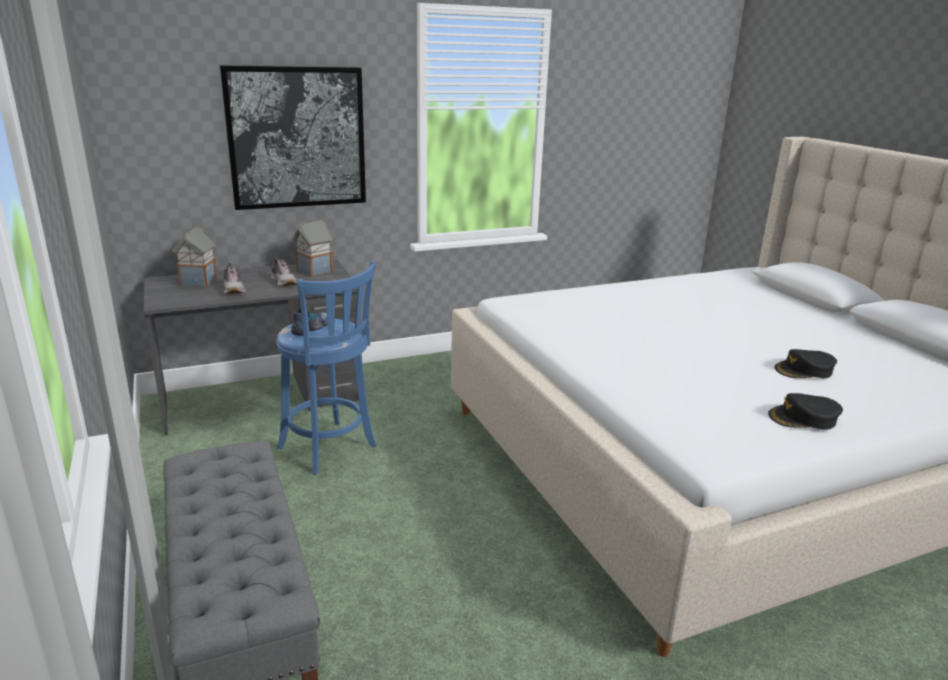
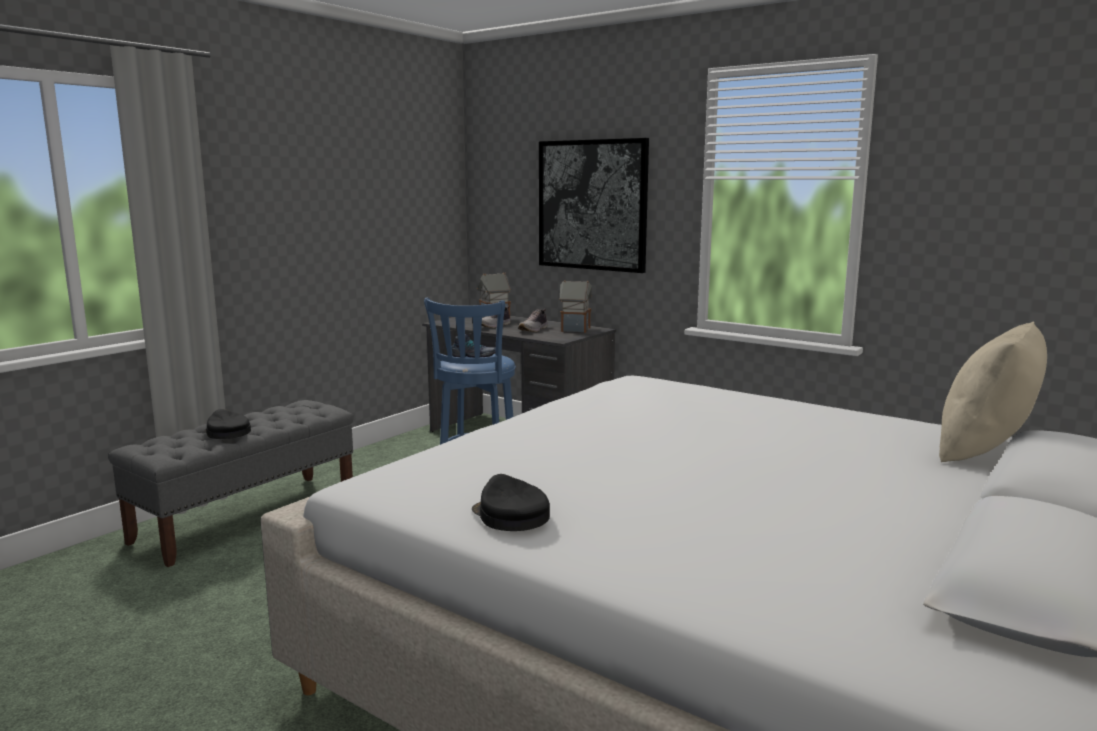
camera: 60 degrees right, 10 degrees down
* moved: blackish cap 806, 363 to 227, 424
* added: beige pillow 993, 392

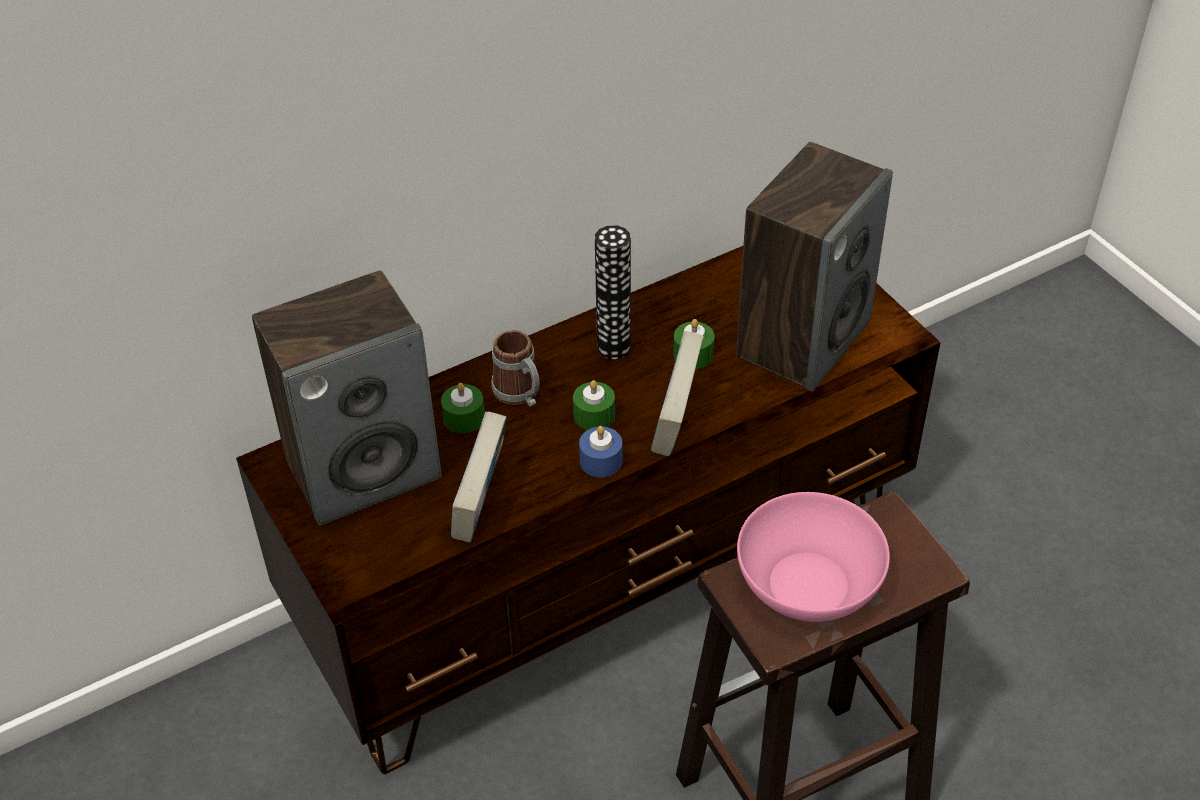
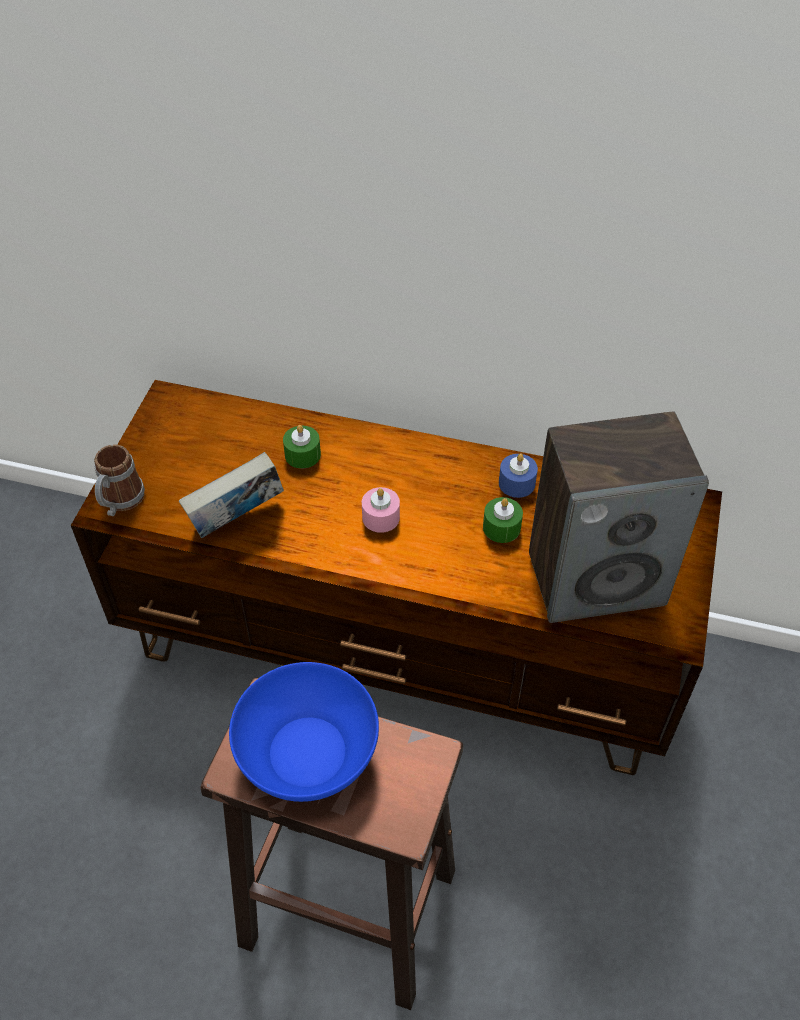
camera: 45 degrees right, 5 degrees up
* removed: audio speaker 347, 398
* moved: tea mug 515, 368 to 119, 480
* recoloured: green wax light 594, 405 to pinkish wax light 381, 510
* moved: bluish wax light 601, 452 to 518, 476
* removed: vase 613, 292
* removed: volume 677, 394
* recoloured: pinkish serving bowl 813, 557 to bluish serving bowl 304, 732

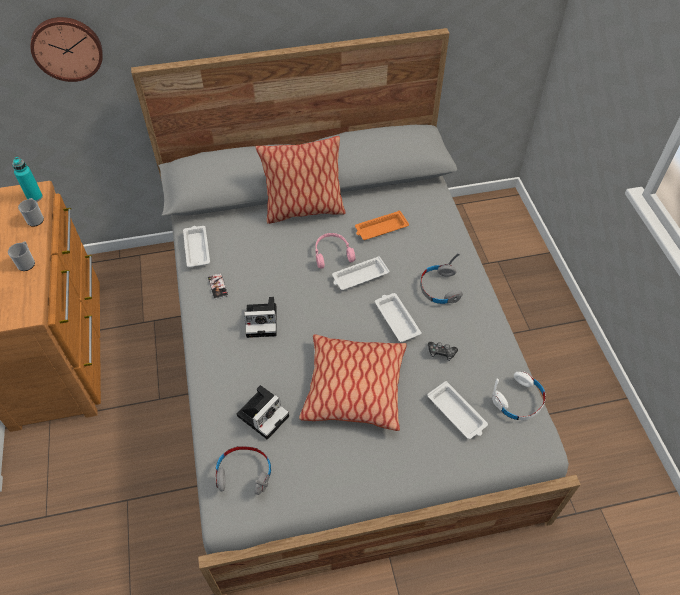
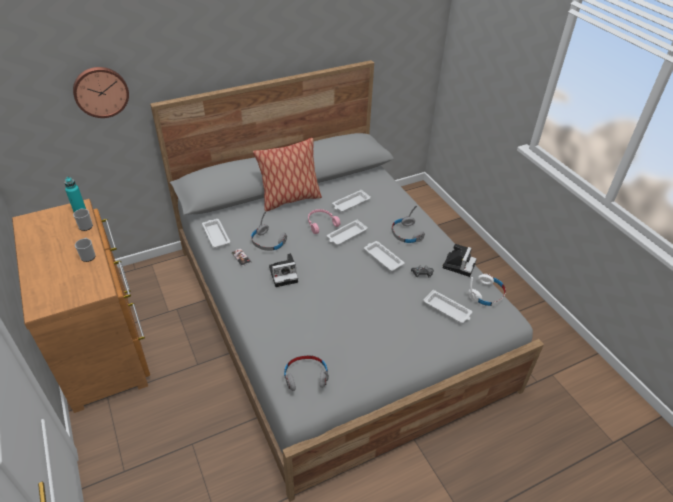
camera: 15 degrees left, 10 degrees down
* moved: still camera 263, 412 to 460, 260
* removed: pillow 353, 382
* recoloured: orangey serving tray 382, 225 to whitish serving tray 351, 201
* added: grey headset 269, 231

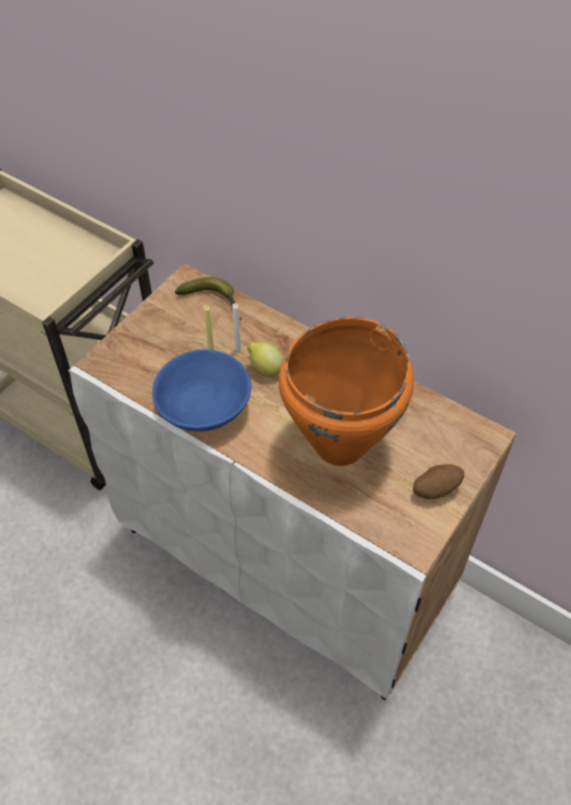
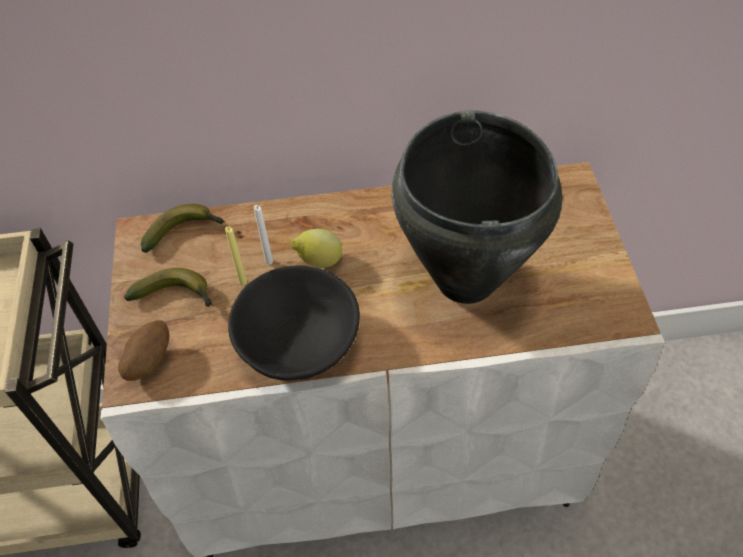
camera: 40 degrees left, 0 degrees up
* recoloured: bluish serving bowl 201, 390 to blackish serving bowl 294, 323
* recoloured: orangey saucepot 346, 391 to blackish saucepot 477, 207
* moved: potato 439, 481 to 143, 350
* added: whole banana 168, 287

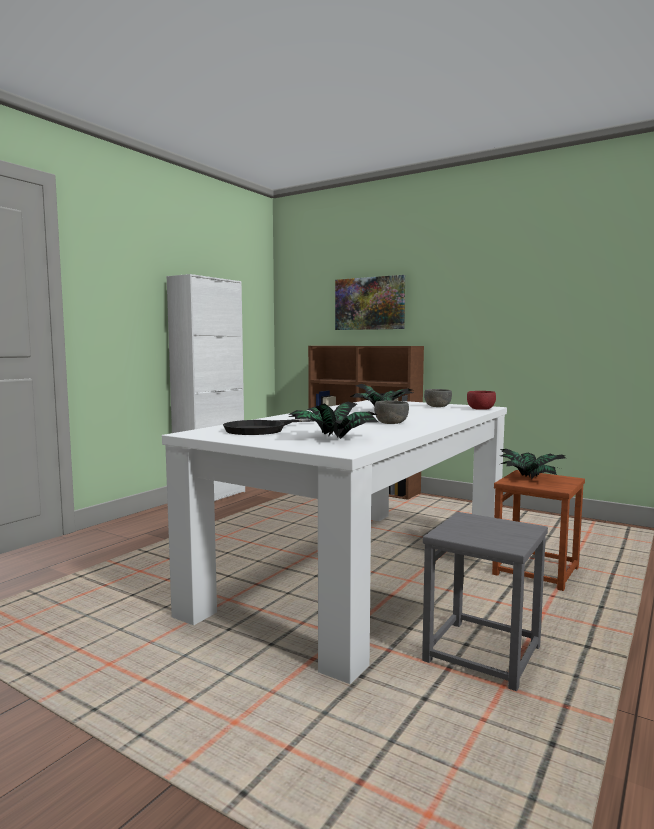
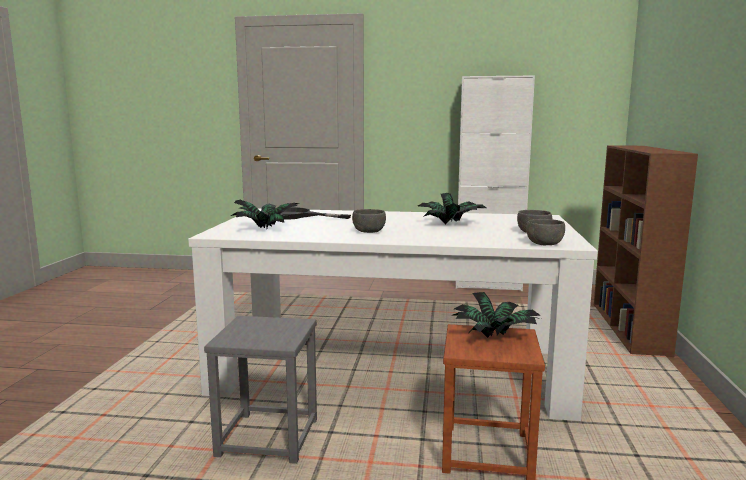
camera: 65 degrees right, 5 degrees up
* removed: wall picture 370, 302
* recoloured: red-coloured serving bowl 481, 400 to grey serving bowl 545, 232

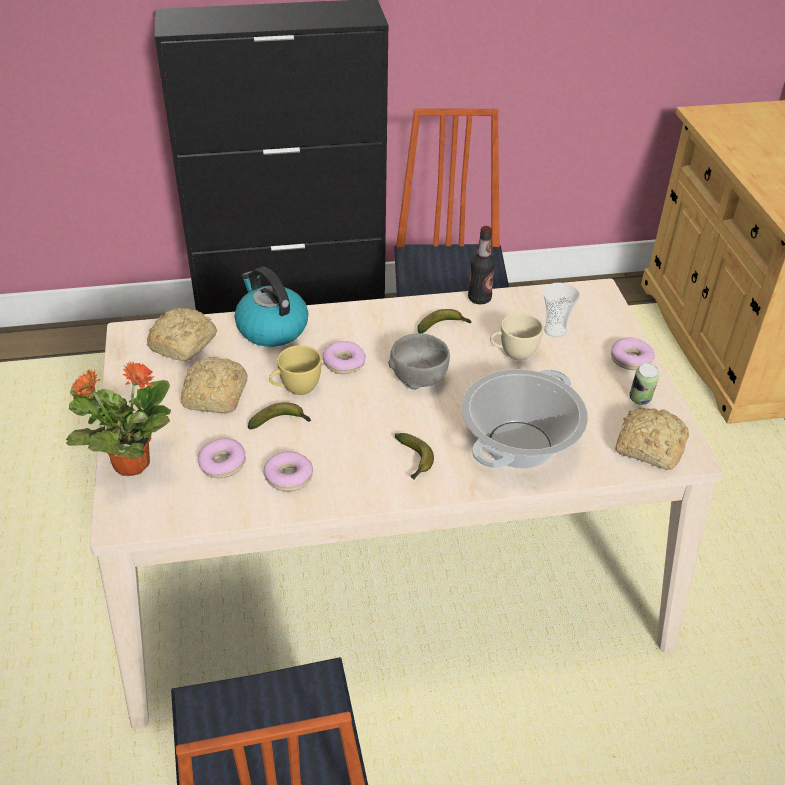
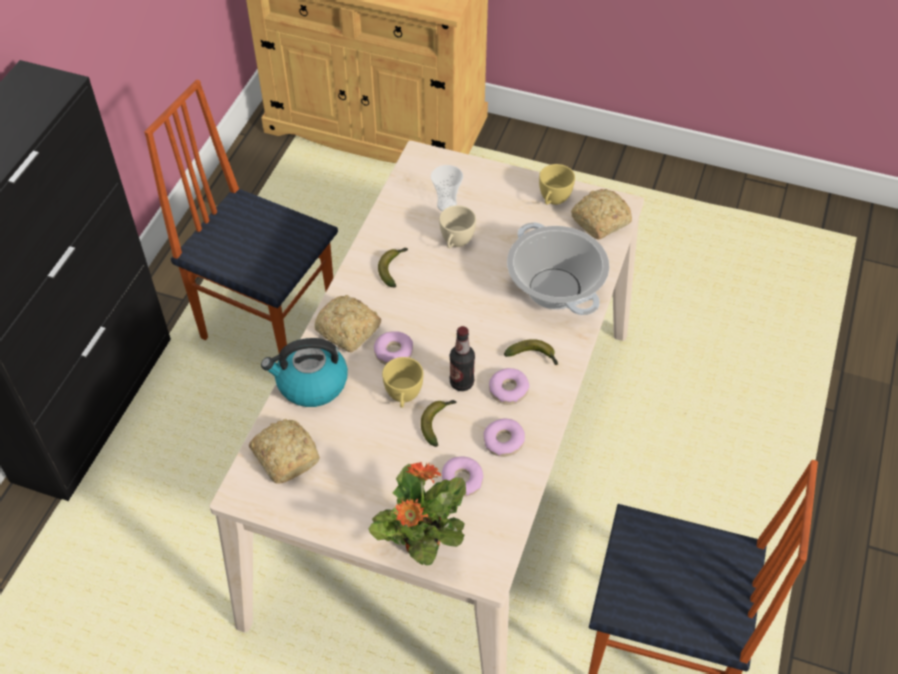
camera: 60 degrees left, 10 degrees up
* moved: bread 214, 385 to 347, 323
* removed: grey serving bowl 419, 361
* moved: bottle 481, 265 to 462, 358
* moved: doughnut 633, 354 to 509, 386
* replaced: metal can 644, 384 to yellow-coloured cup 557, 184

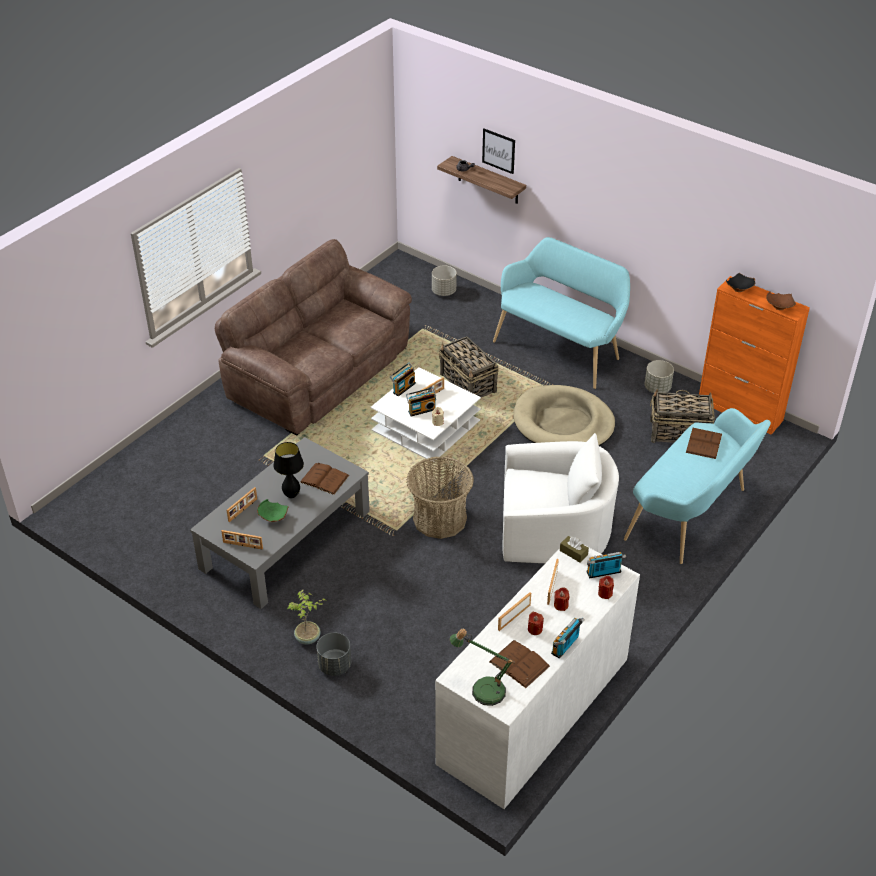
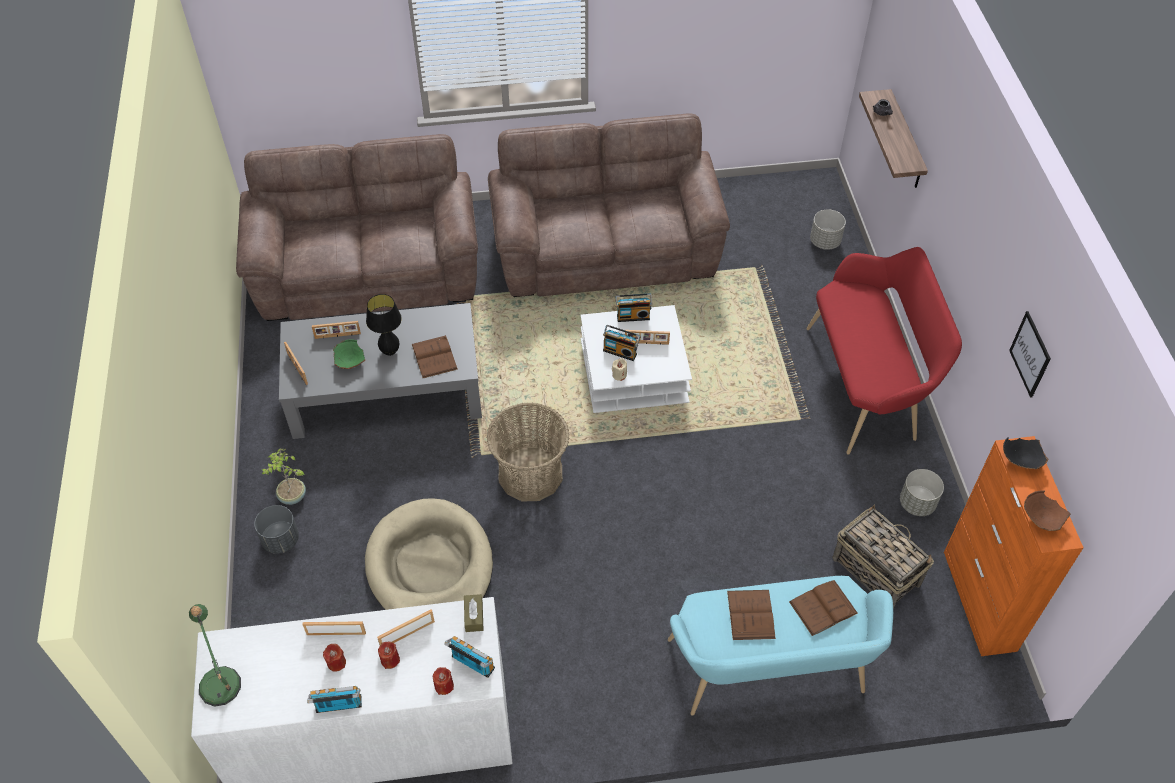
camera: 45 degrees right, 10 degrees up
* removed: basket 468, 366
* moved: wall picture 498, 151 to 1030, 354
* moved: brown-coloured volume 519, 664 to 751, 615
* recoloured: turquoise indoor bench 561, 313 to red-coloured indoor bench 884, 351
* removed: whitish easy chair 560, 498
* moved: beige pet bed 564, 415 to 429, 554
* added: brown-coloured settee 357, 227

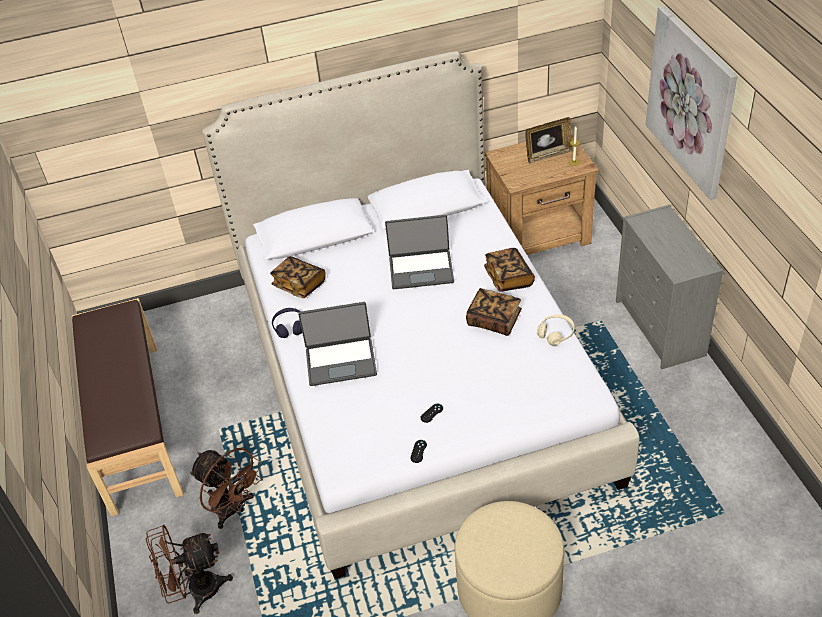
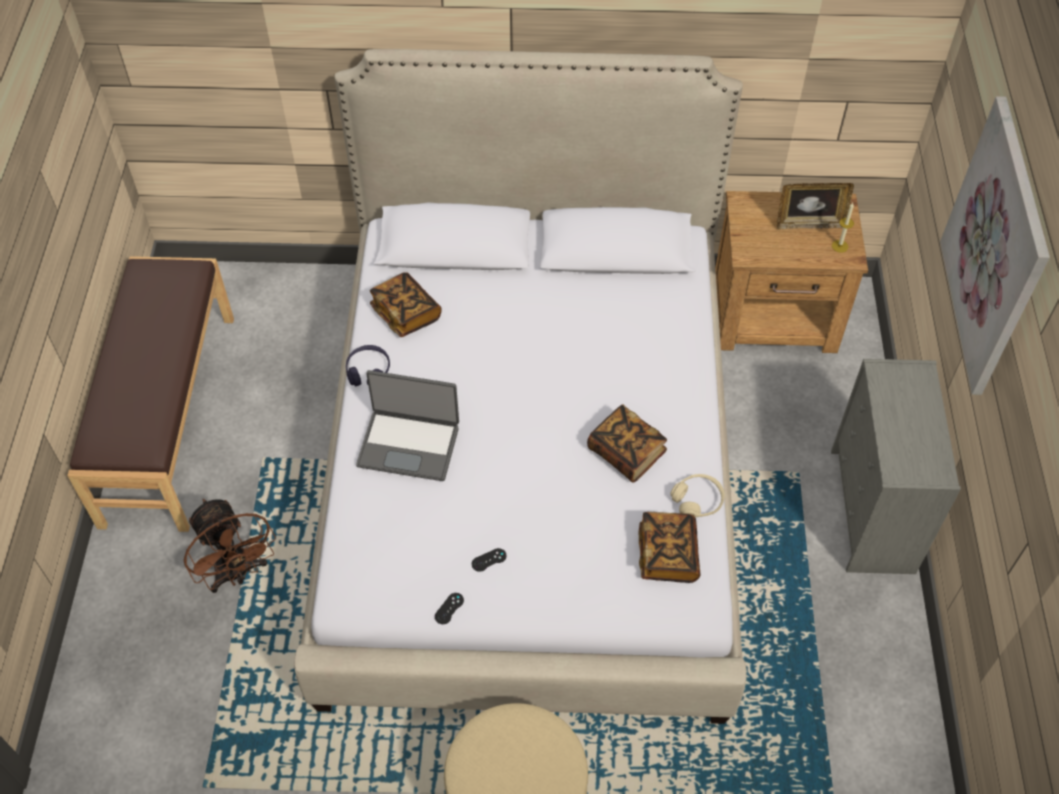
camera: 15 degrees right, 10 degrees up
* removed: brown-coloured electric fan 189, 569
* removed: laptop 419, 252
* moved: volume 509, 270 to 669, 547

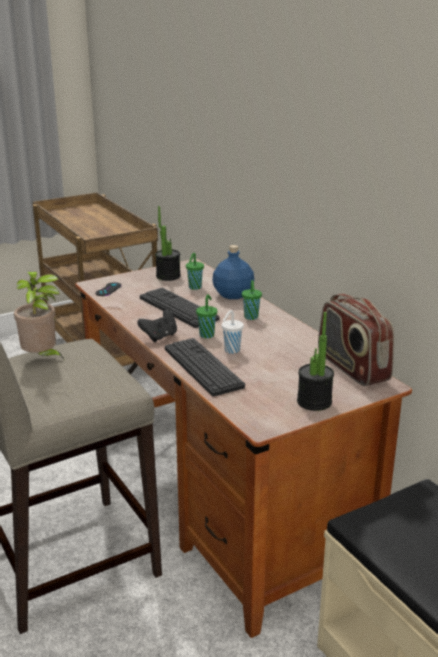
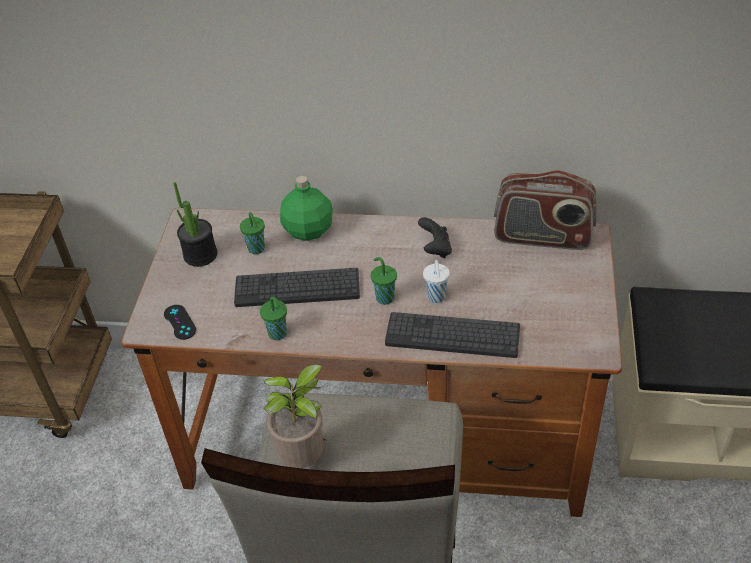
camera: 50 degrees left, 20 degrees up
* moved: blackish gamepad 157, 326 to 435, 237
* recoloured: bluish bottle 233, 272 to green bottle 306, 208
* moved: green cup 252, 300 to 273, 318
* removed: potted plant 315, 361

